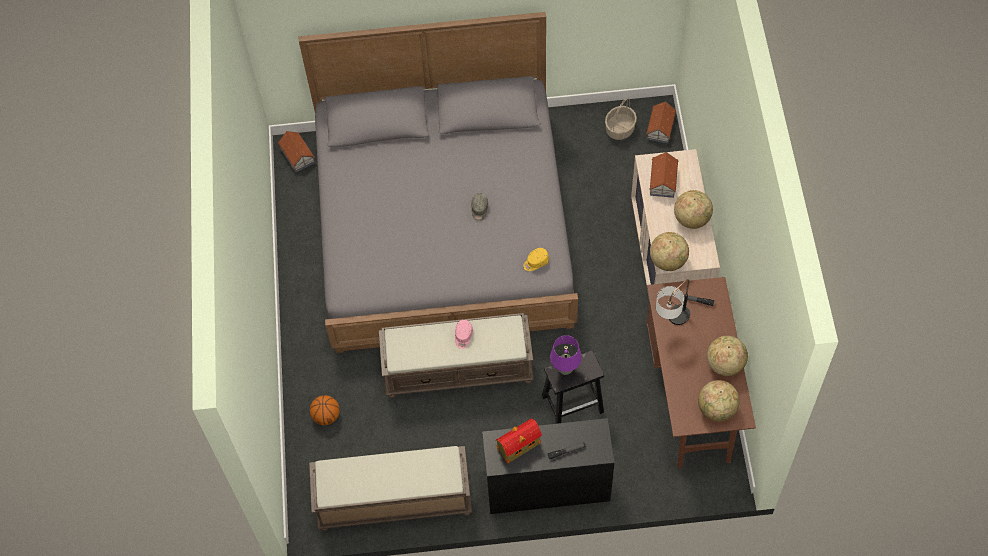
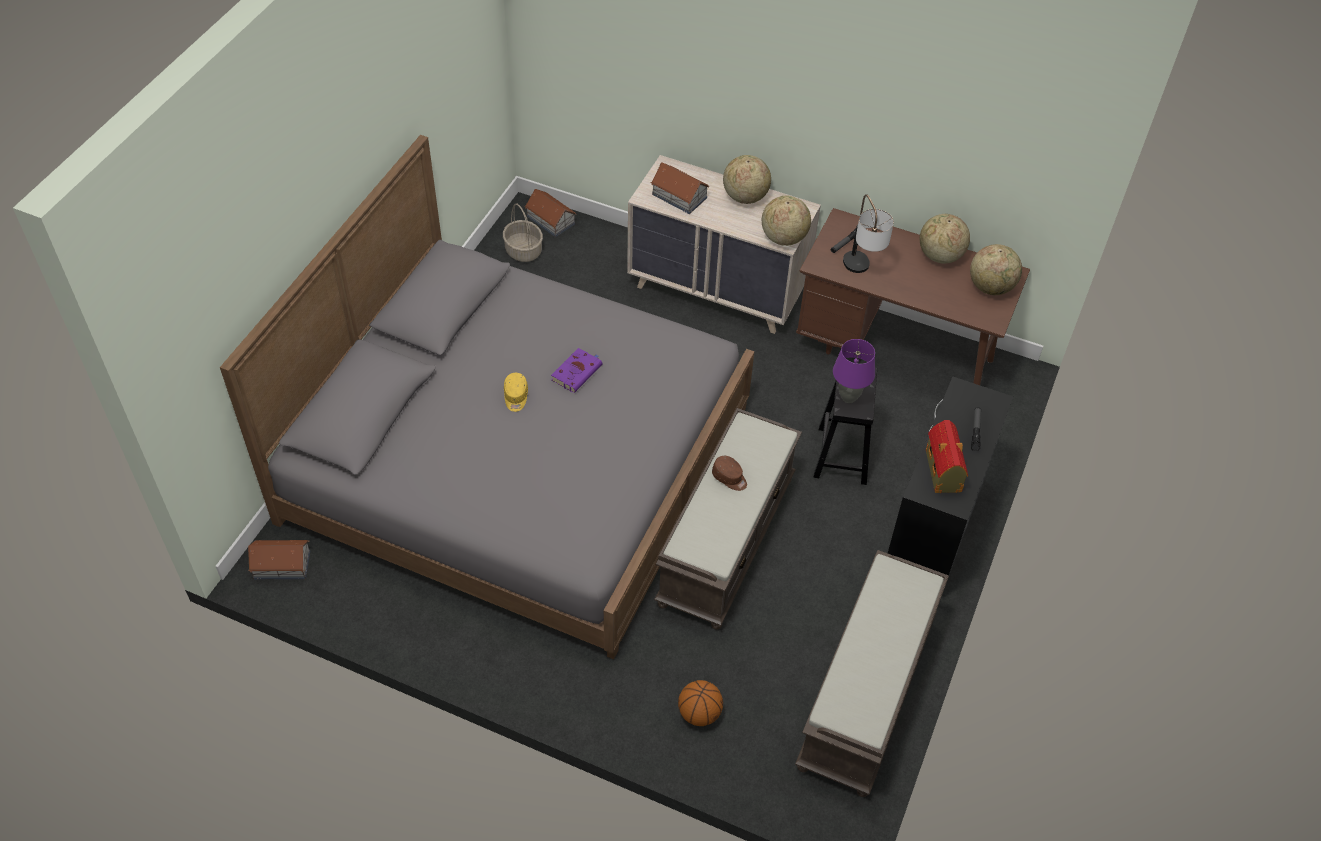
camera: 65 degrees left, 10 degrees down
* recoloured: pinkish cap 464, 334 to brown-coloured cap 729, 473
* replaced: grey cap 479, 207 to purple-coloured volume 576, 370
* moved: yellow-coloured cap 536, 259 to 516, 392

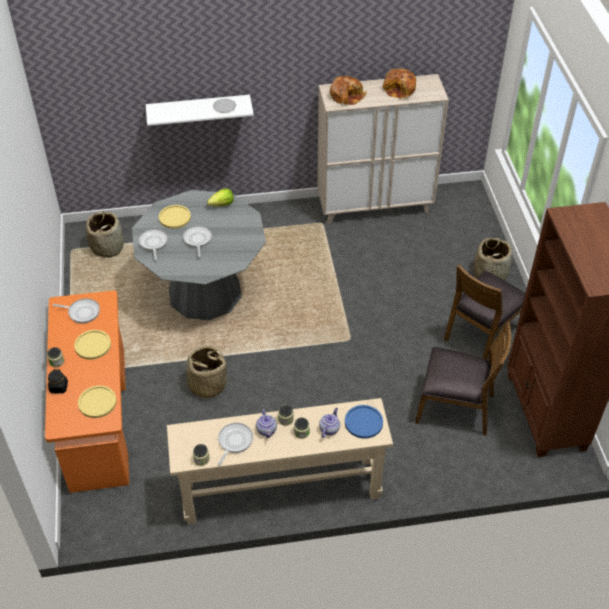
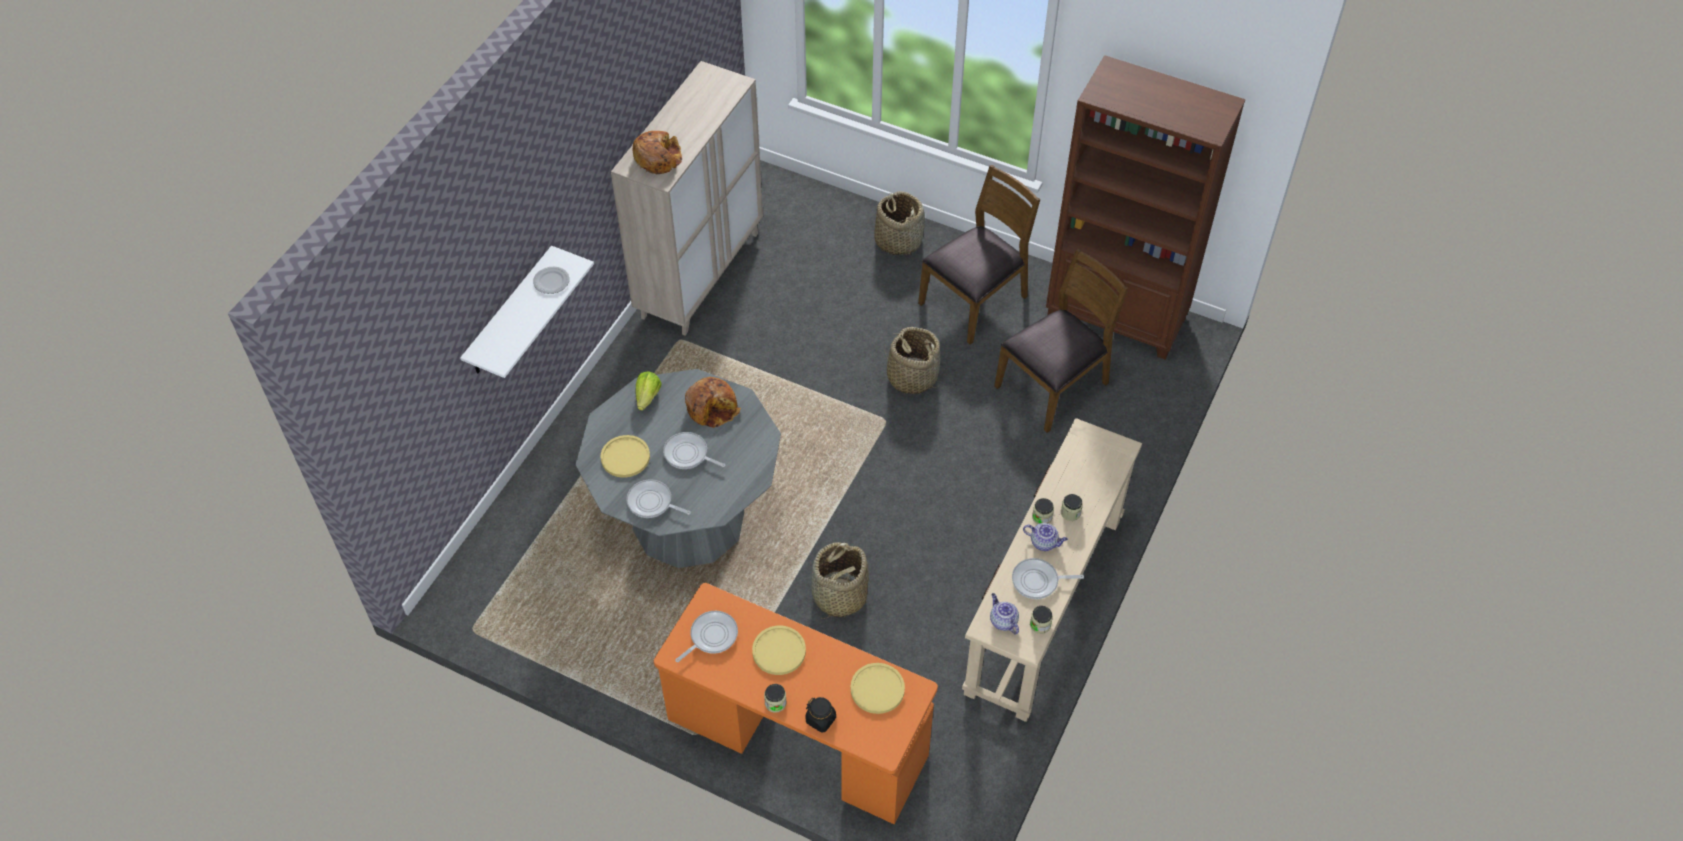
camera: 55 degrees left, 5 degrees up
* moved: basket 105, 235 to 912, 360
* turned: frying pan 235, 444 = 1048, 578 60 degrees counterclockwise
* moved: teapot 329, 423 to 1004, 614
* removed: bluish flat dish 364, 422
* moved: bread 399, 84 to 713, 402
* turned: brown-coloured upright chair 484, 312 = 979, 255 120 degrees counterclockwise

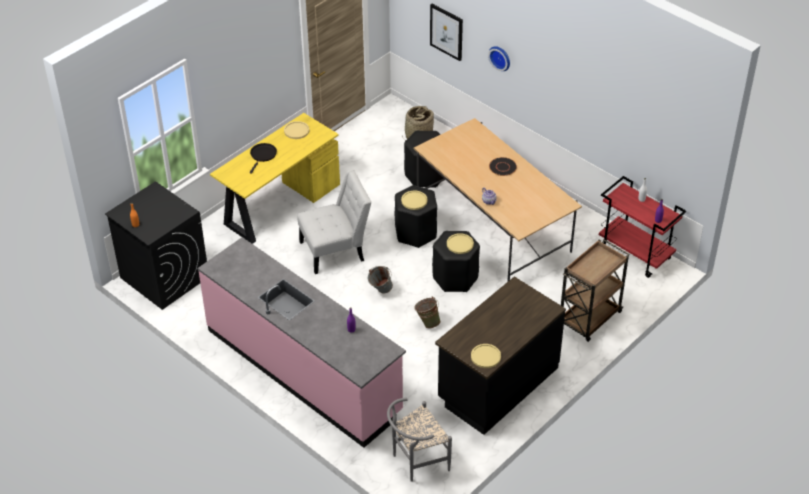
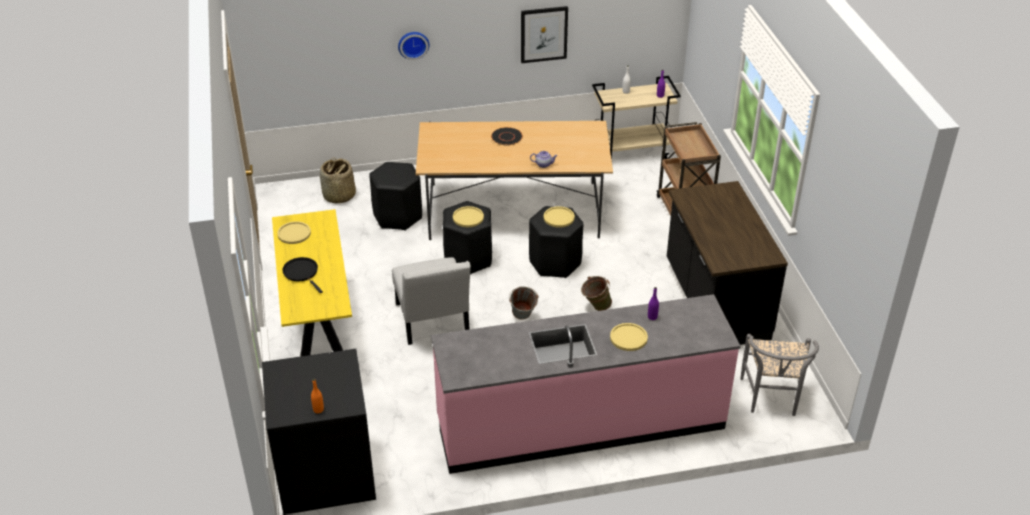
camera: 55 degrees left, 5 degrees down
* turned: whitish upright chair 334, 222 = 431, 301 150 degrees clockwise
* moved: wall picture 446, 32 to 544, 34
* moved: yellow-coloured flat dish 486, 356 to 629, 337
* recoloured: red-coloured wheeled cart 642, 227 to beige wheeled cart 636, 118

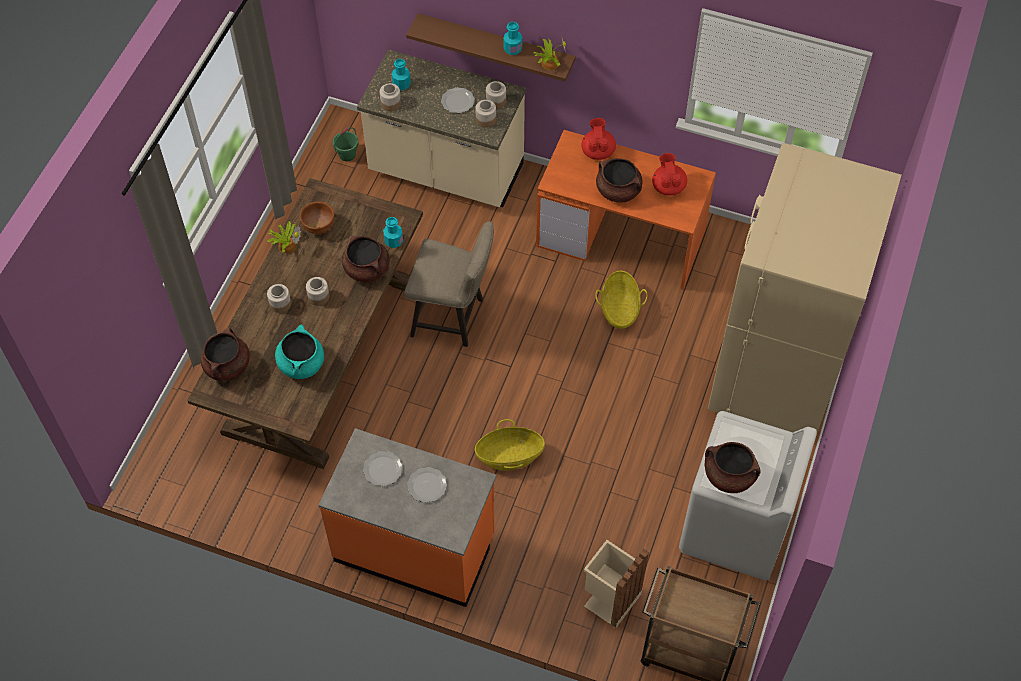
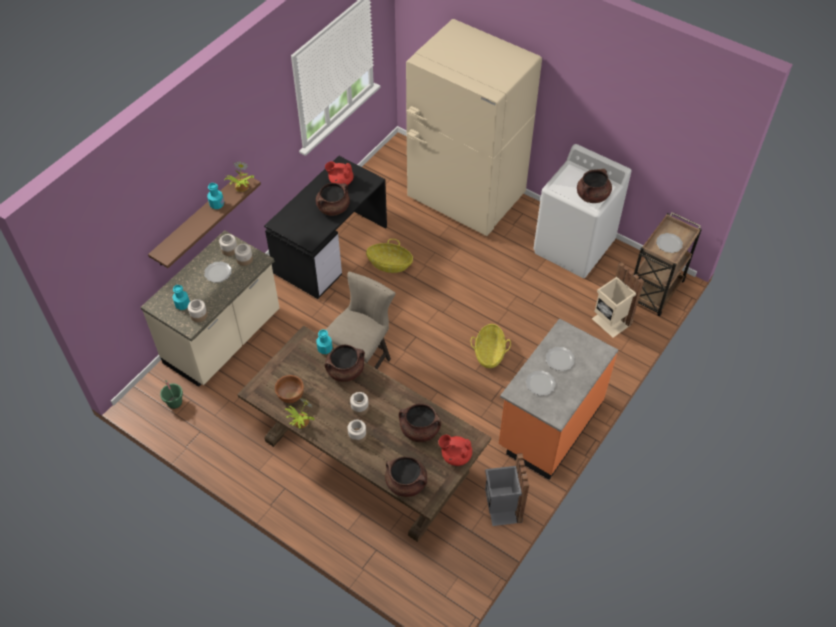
camera: 75 degrees left, 5 degrees down
* recoloured: turquoise saucepot 299, 351 to brown-coloured saucepot 420, 422
* recoloured: orangey desk table 626, 210 to blackish desk table 325, 227
* moved: red-coloured teapot 599, 139 to 455, 450
* added: grey waste bin 507, 489
* added: flat dish 669, 243

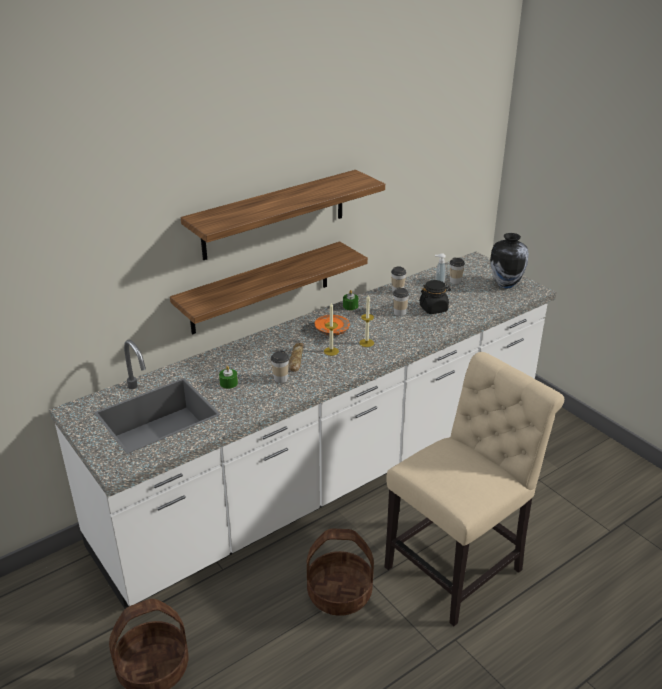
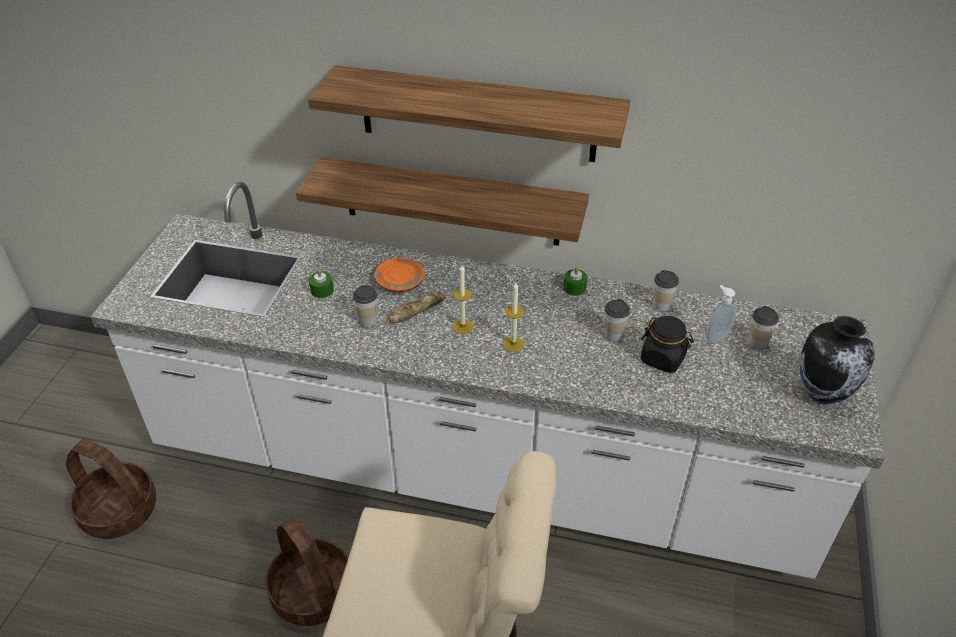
camera: 50 degrees right, 10 degrees up
* moved: orangey flat dish 332, 325 to 399, 275

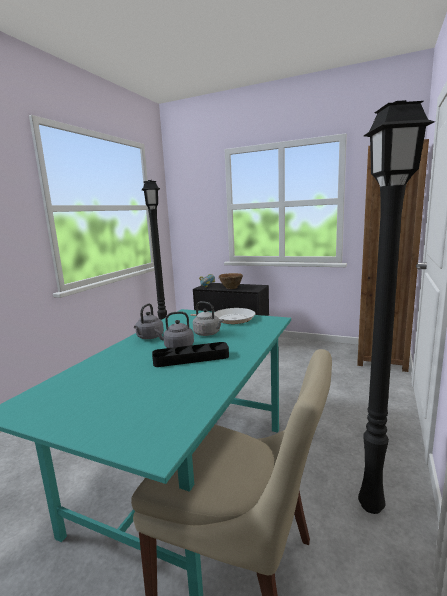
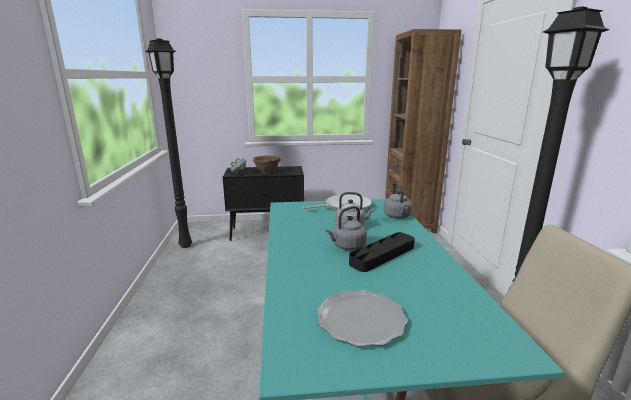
camera: 30 degrees left, 5 degrees up
* moved: grey kettle 149, 321 to 398, 200
* added: flat dish 362, 318

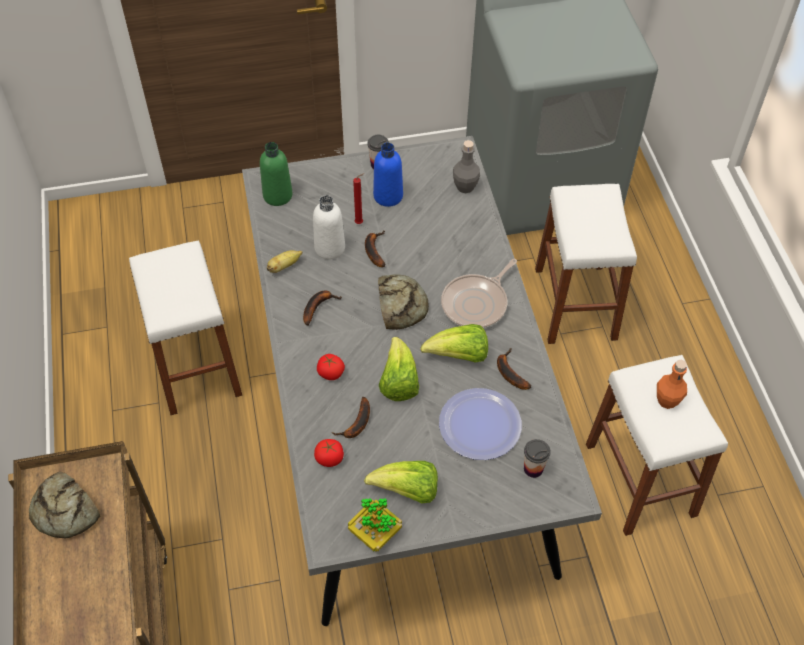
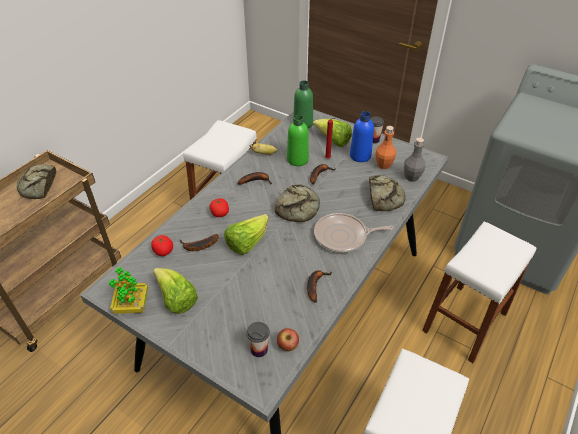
camera: 45 degrees right, 10 degrees down
* recoloured: whitish bottle 329, 227 to green bottle 298, 140
* moved: lettuce head 454, 343 to 332, 133
* removed: flat dish 480, 424
* moved: orangey bottle 672, 384 to 385, 147
* added: whole apple 288, 339
* added: bread 387, 193

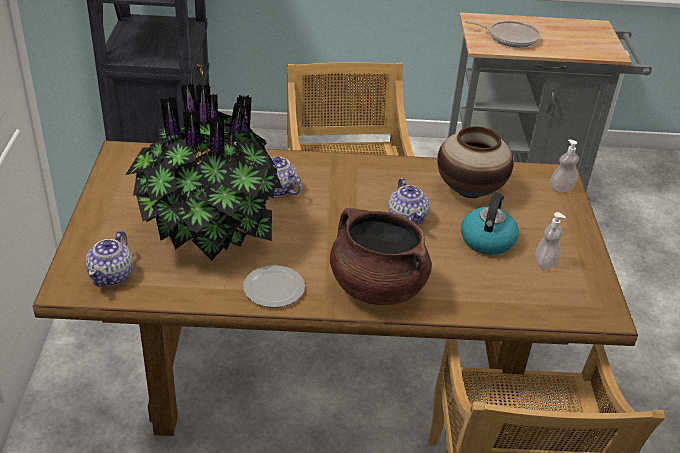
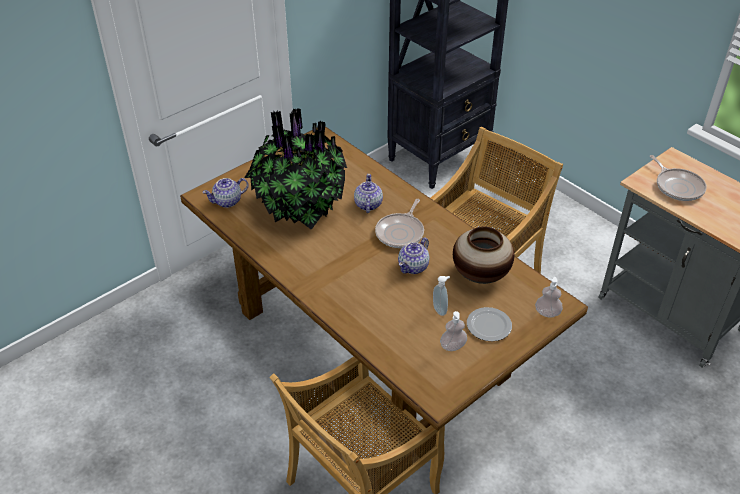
camera: 50 degrees right, 5 degrees up
* moved: flat dish 274, 286 to 489, 324
* removed: brown-coloured saucepot 381, 256
* replaced: kettle 490, 223 to soap dispenser 441, 296
* added: frying pan 399, 223

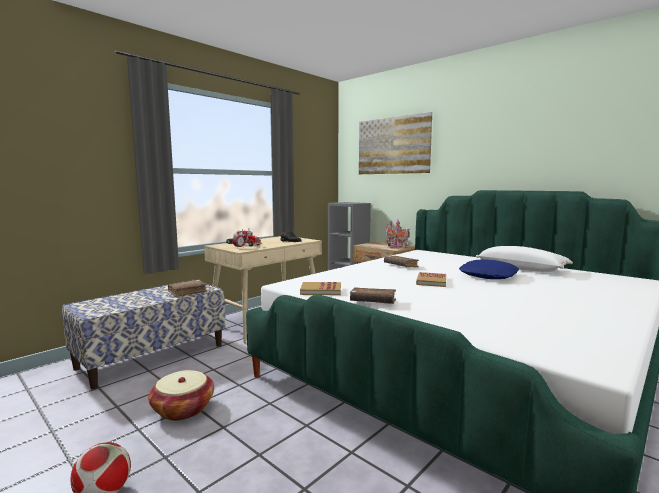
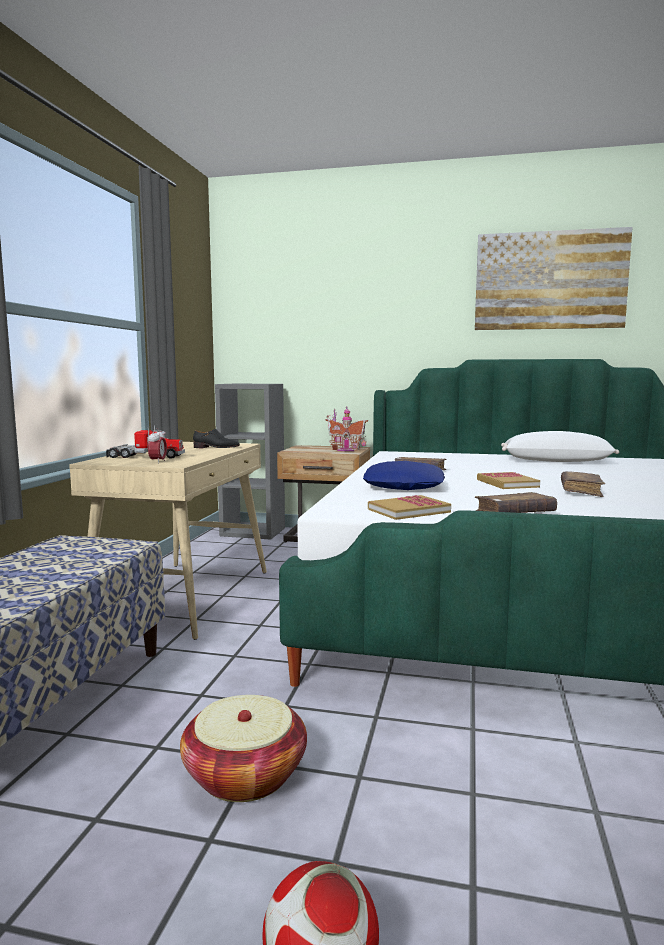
camera: 30 degrees left, 0 degrees up
* moved: brown-coloured volume 187, 288 to 583, 484
* moved: wall picture 395, 143 to 554, 278
* moved: bluish pillow 489, 269 to 404, 475

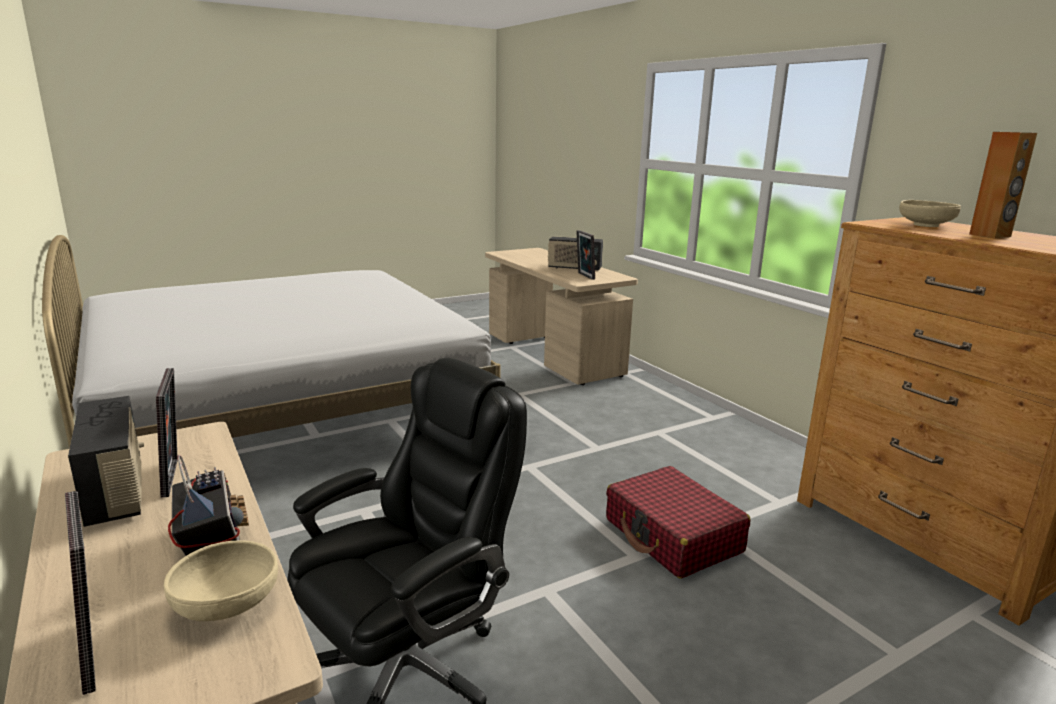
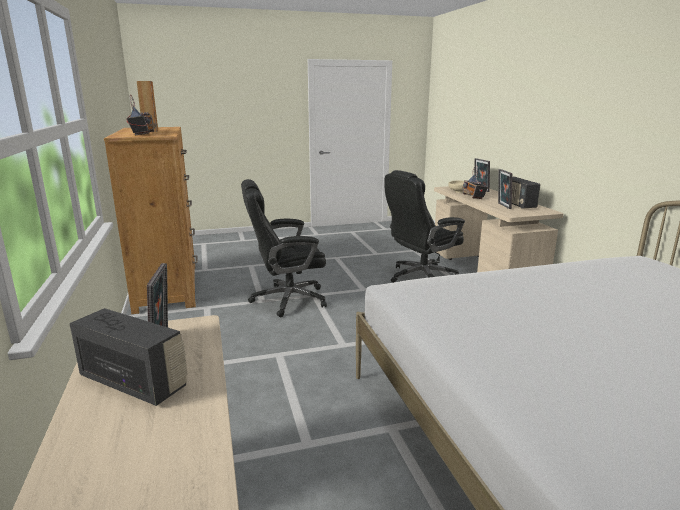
camera: 165 degrees left, 0 degrees up
* replaced: red-coloured travel case 678, 522 to blackish desk chair 284, 248
* replaced: beige serving bowl 930, 213 to radio receiver 141, 114

